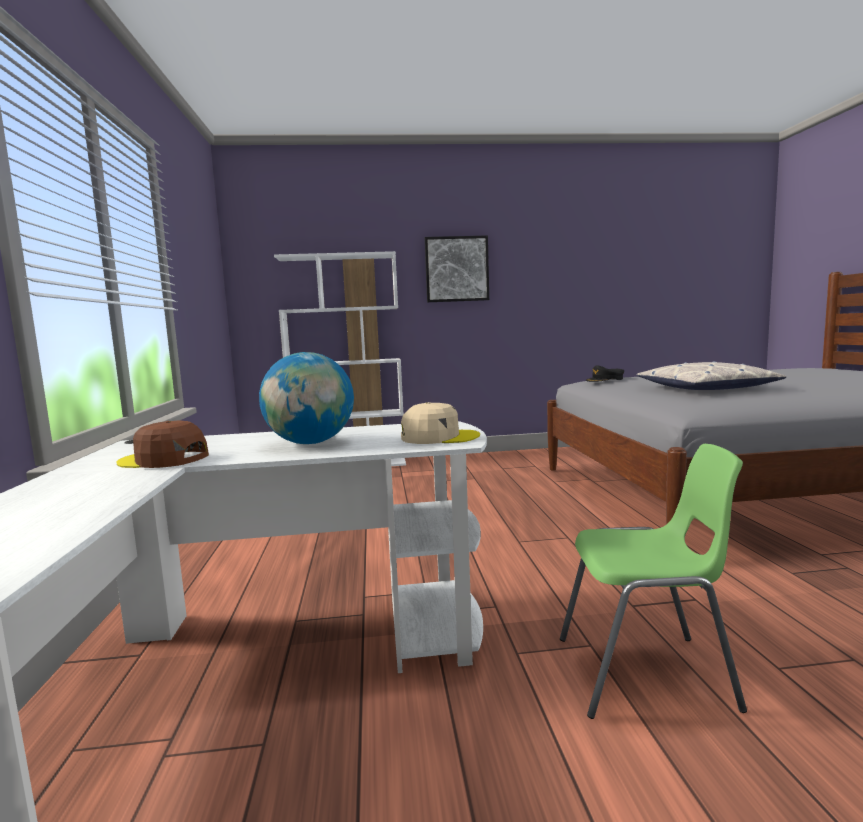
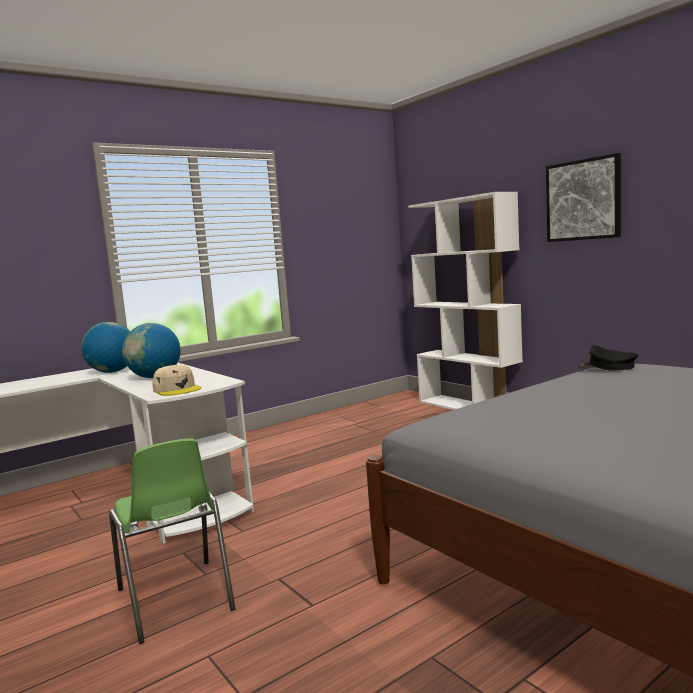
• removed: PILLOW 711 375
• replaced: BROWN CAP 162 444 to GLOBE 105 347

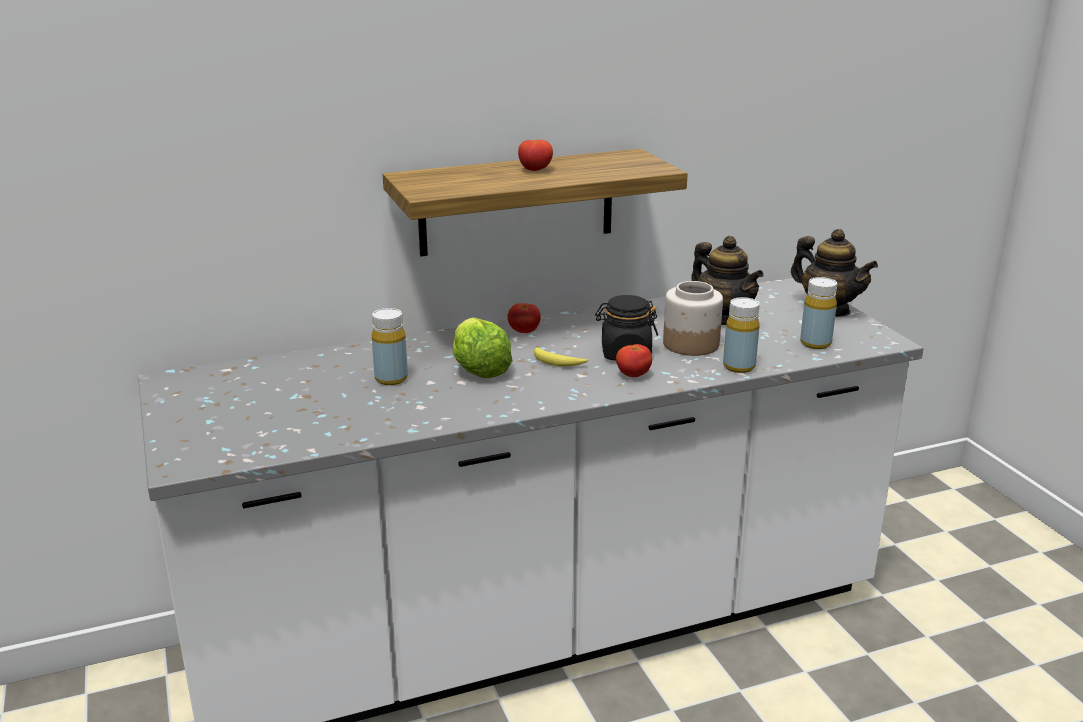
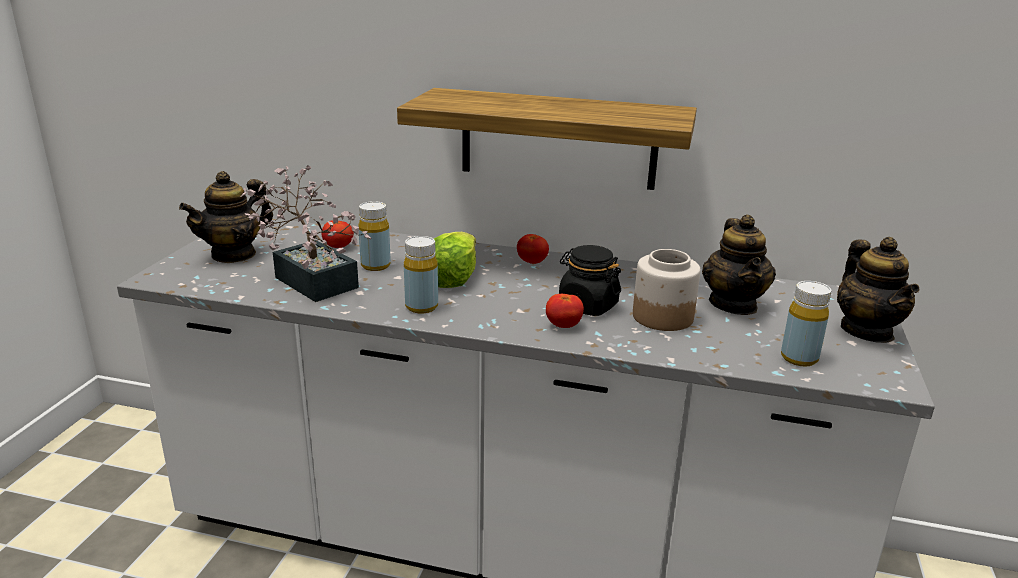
• moved: TOMATO 535 155 to 337 234
• moved: YELLOW BOTTLE 741 335 to 421 274
• removed: BANANA 561 356
• added: POTTED PLANT 306 233
• added: TEAPOT 226 217

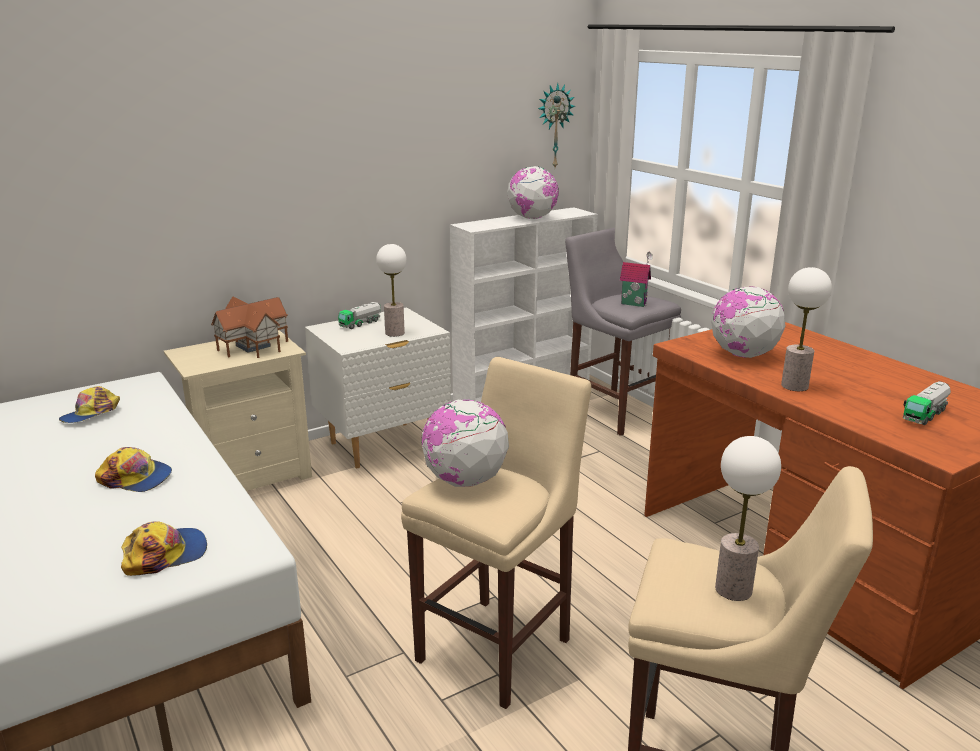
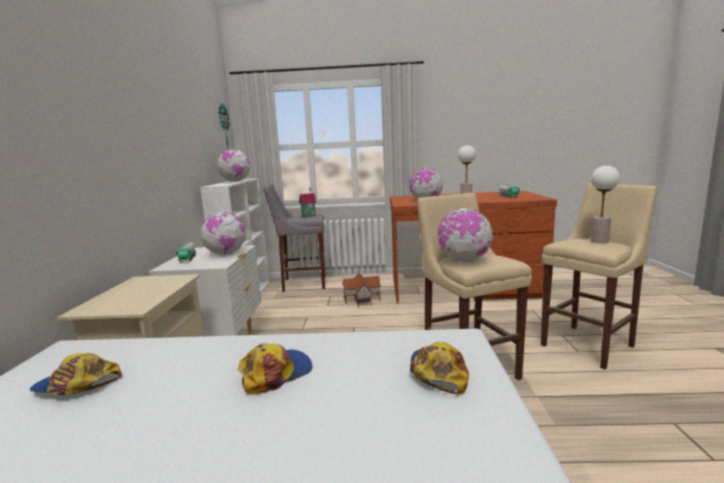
• replaced: TABLE LAMP 391 290 to GLOBE 223 233
• moved: TOY HOUSE 249 327 to 361 290
• turned: CAP 89 404 = 76 374 120 degrees clockwise

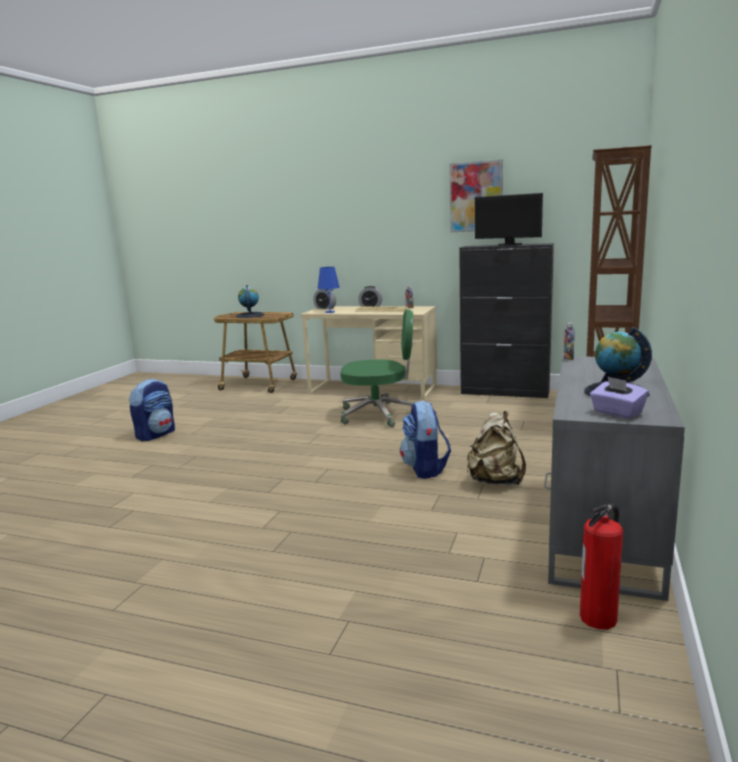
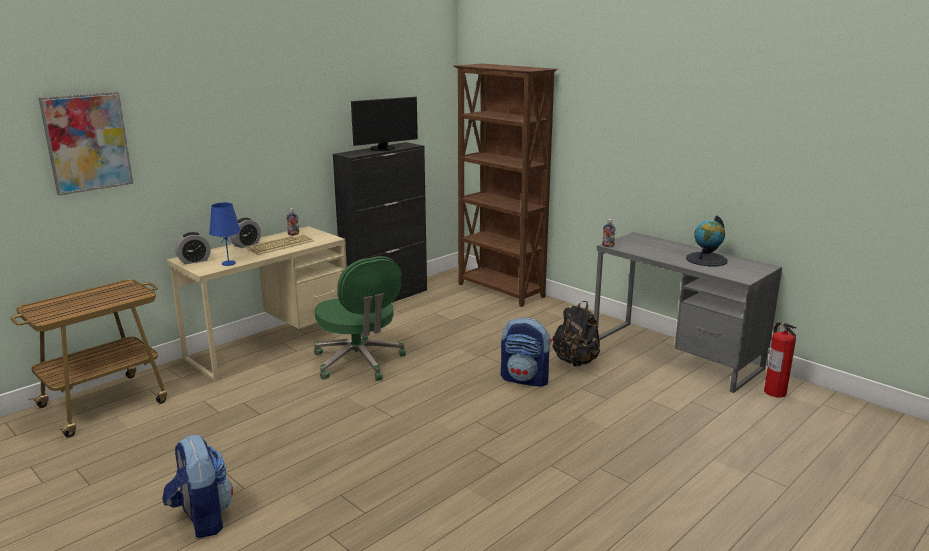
• moved: PICTURE 476 196 to 86 143
• removed: GLOBE 250 301
• turned: GREEN OFFICE CHAIR 378 368 = 360 318 120 degrees clockwise
• removed: PURPLE TISSUE BOX 619 397
• recoloured: BEIGE BACKPACK 496 448 to BLACK BACKPACK 576 334

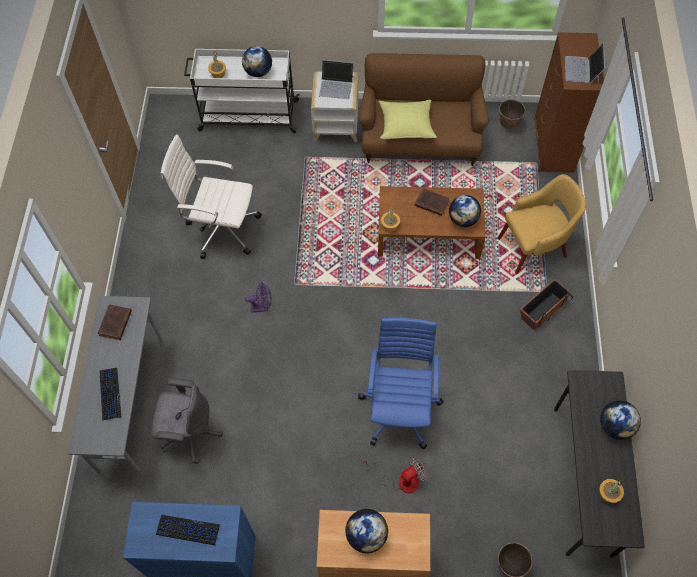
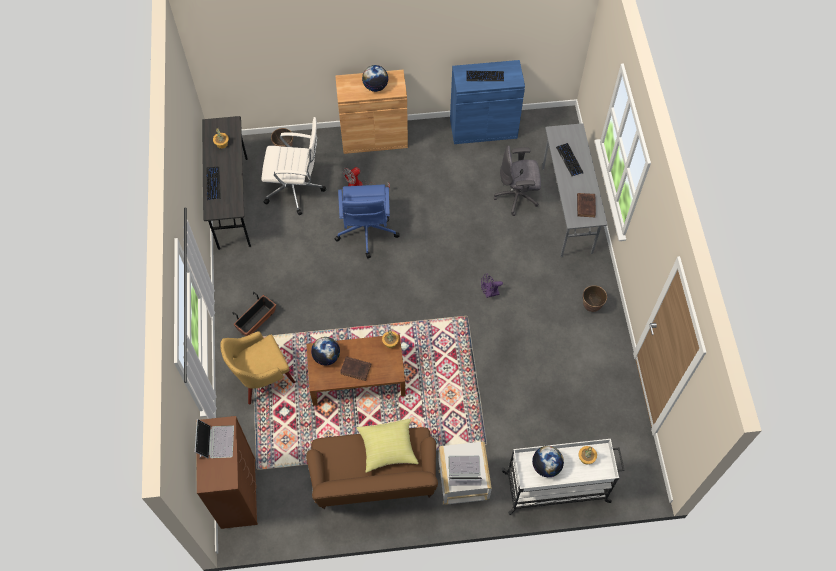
• moved: PLANTER 512 114 to 595 298
• moved: WHITE OFFICE CHAIR 211 197 to 293 166
• replaced: GLOBE 620 420 to KEYBOARD 213 183

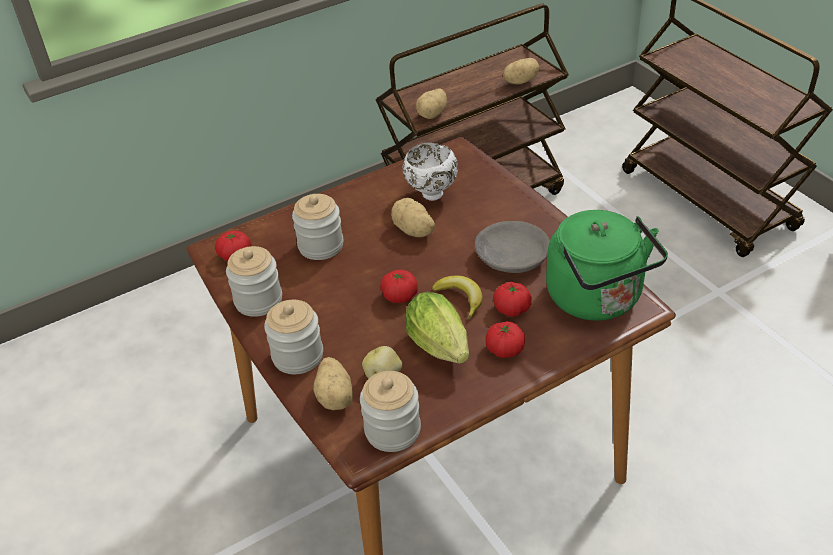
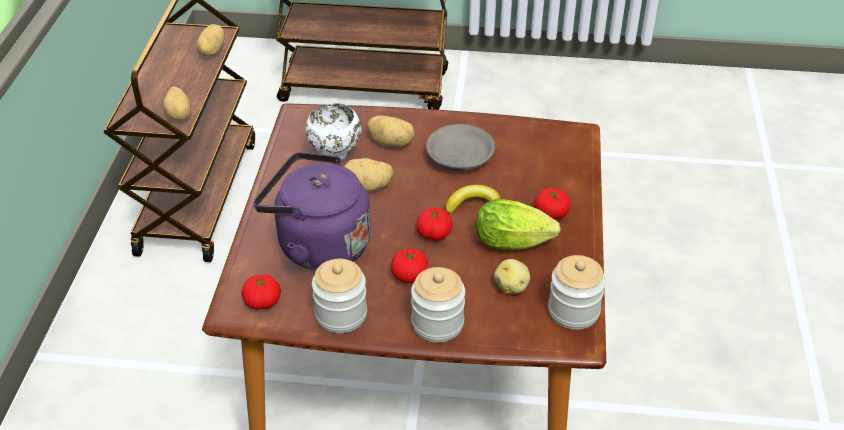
• replaced: JAR 317 227 to PURPLE KETTLE 312 211
• removed: GREEN KETTLE 607 265
• moved: TOMATO 512 299 to 409 266
• moved: POTATO 333 383 to 391 131

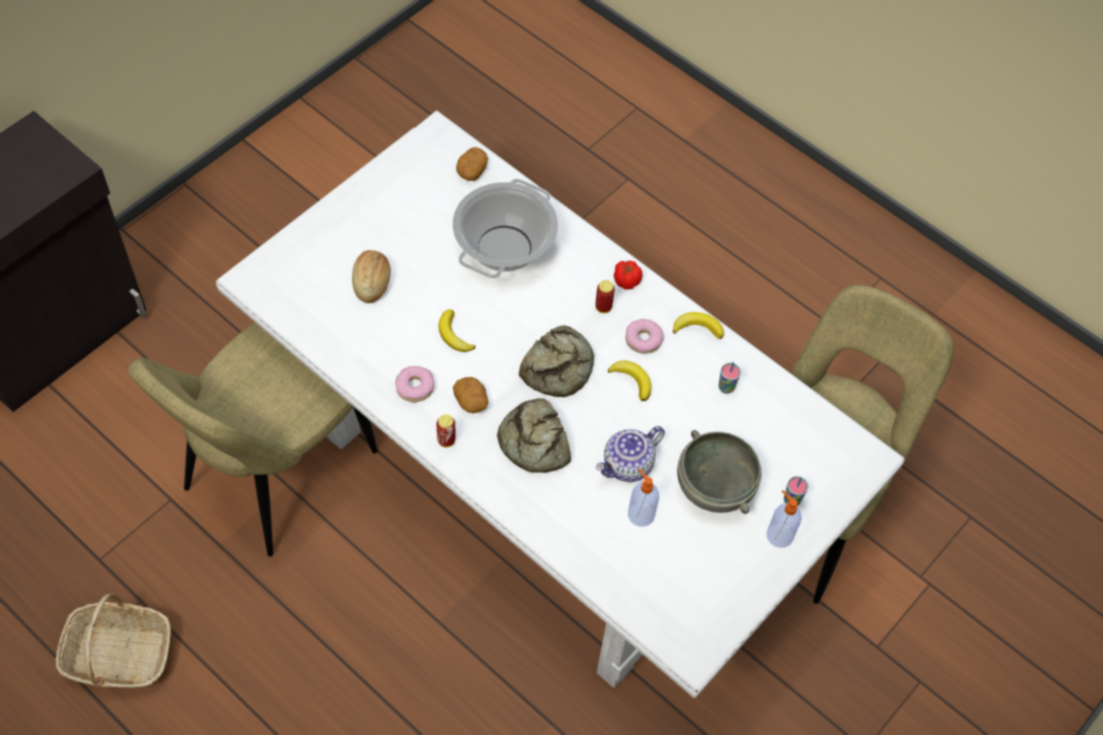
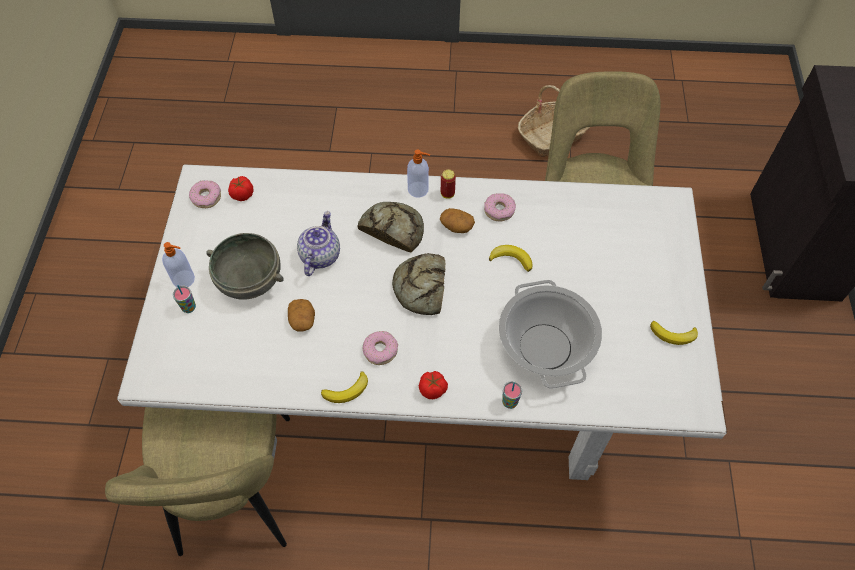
• moved: POTATO 472 164 to 301 315
• removed: BREAD 371 276
• removed: CAN 605 296
• moved: BANANA 629 380 to 674 333
• moved: CUP 729 378 to 512 395
• moved: SOAP DISPENSER 643 497 to 418 173
• added: TOMATO 240 188
• added: DONUT 205 194

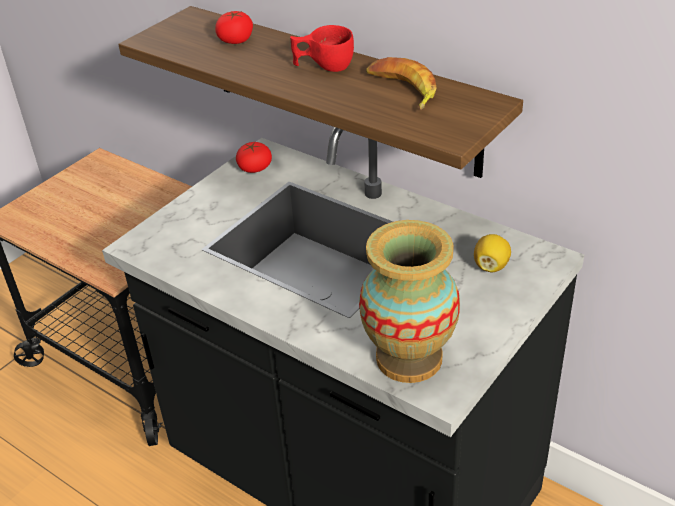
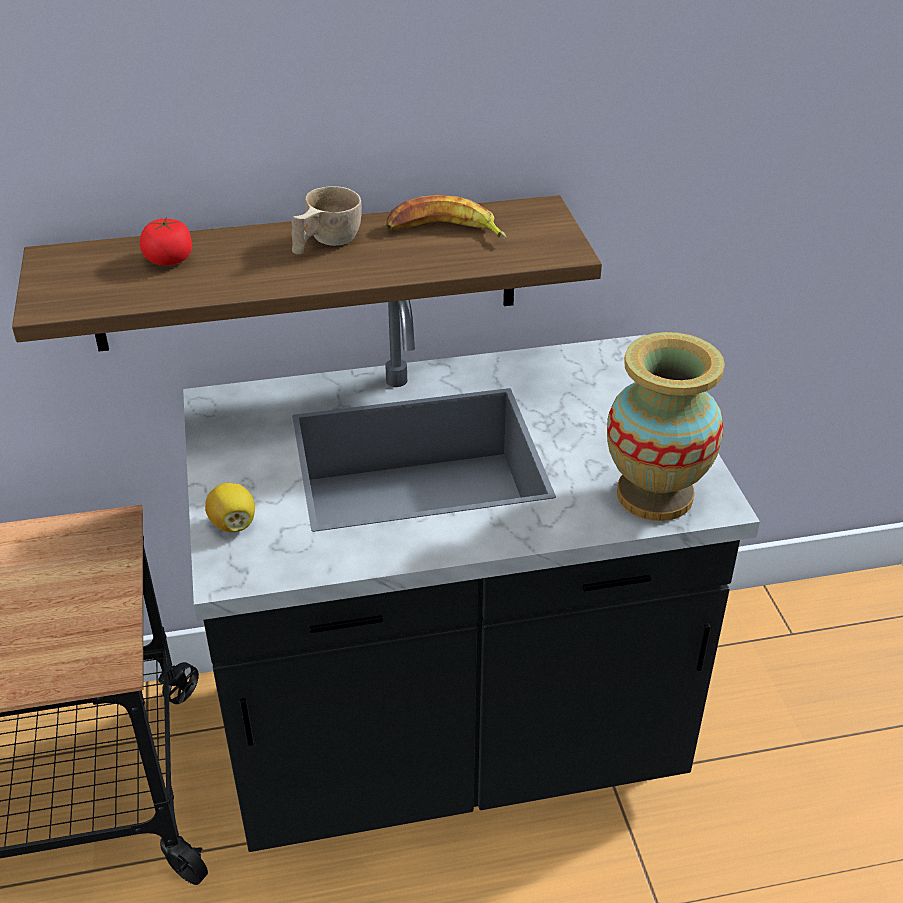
• recoloured: RED CUP 322 48 to BEIGE CUP 327 220
• removed: TOMATO 254 157
• moved: LEMON 492 253 to 230 507

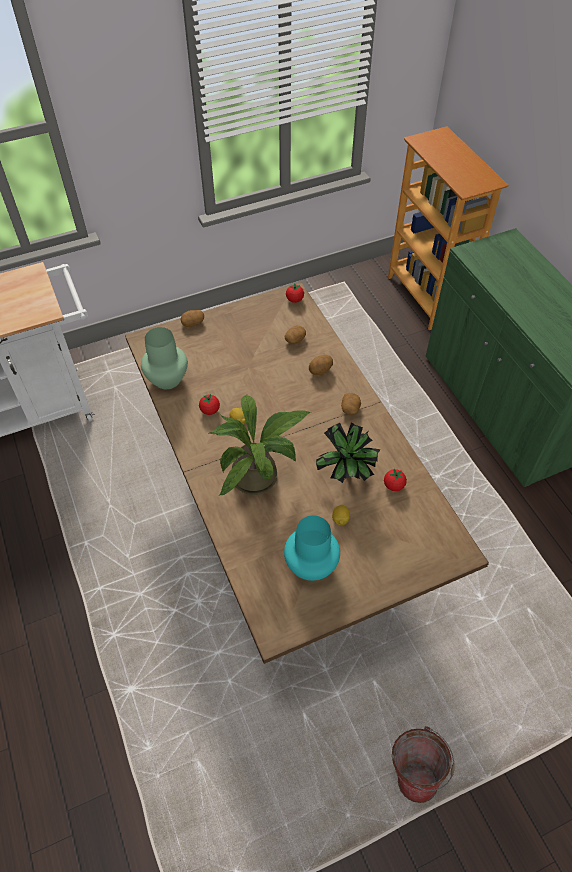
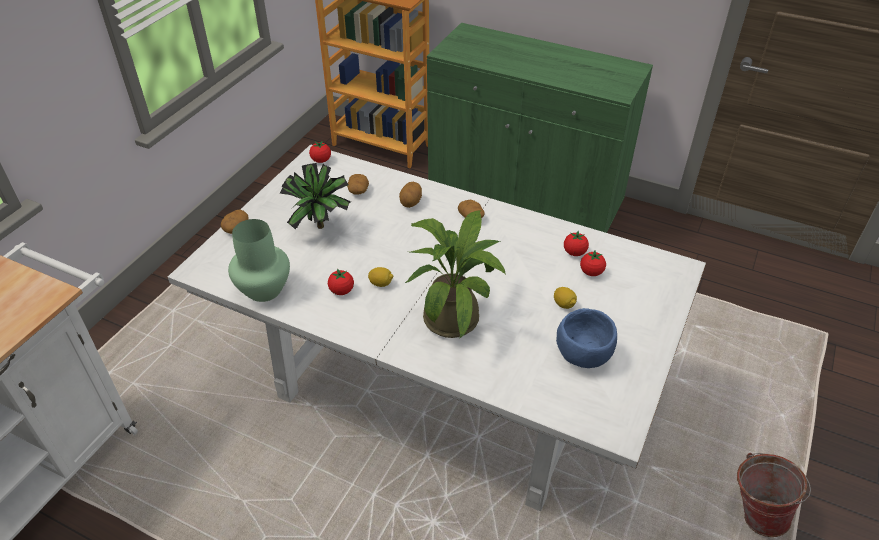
• recoloured: BROWN DINING TABLE 307 473 to WHITE DINING TABLE 437 327
• moved: POTTED PLANT 348 452 to 315 196
• replaced: TURQUOISE VASE 312 548 to BLUE BOWL 586 338
• added: TOMATO 593 263

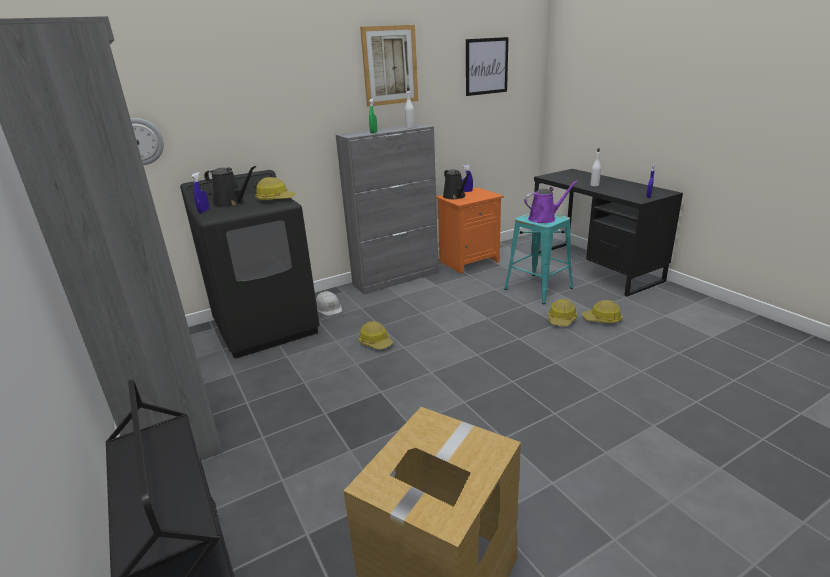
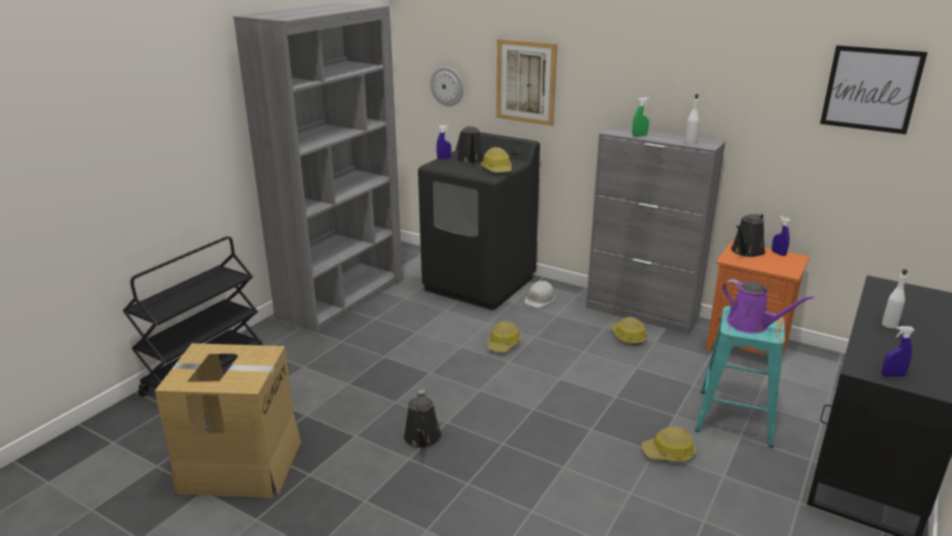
• moved: PICTURE 389 66 to 526 82
• moved: HARD HAT 603 311 to 628 331
• added: BLACK WATERING CAN 423 419

